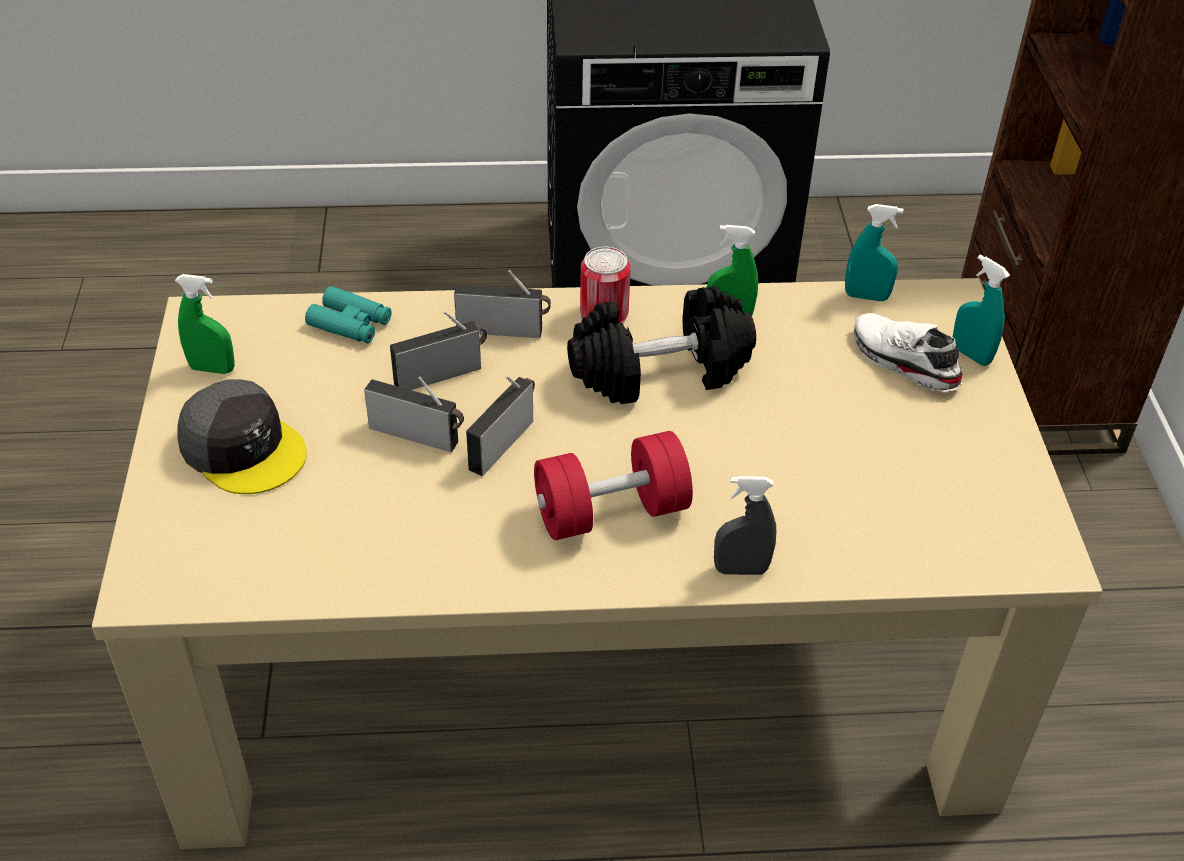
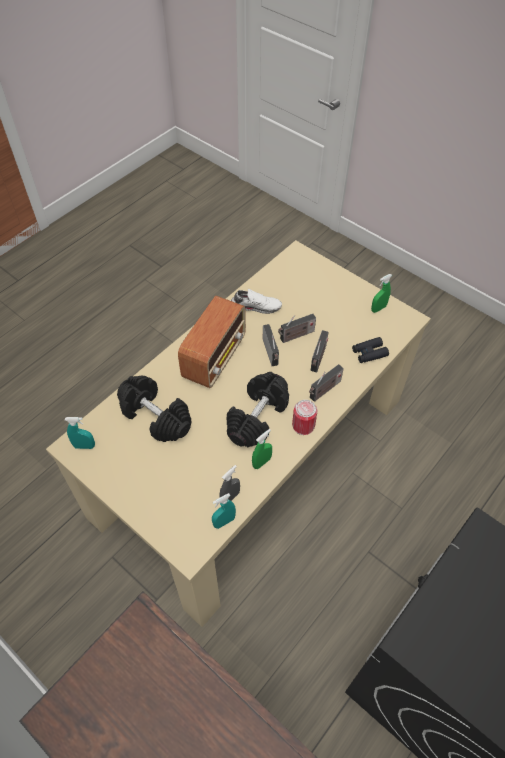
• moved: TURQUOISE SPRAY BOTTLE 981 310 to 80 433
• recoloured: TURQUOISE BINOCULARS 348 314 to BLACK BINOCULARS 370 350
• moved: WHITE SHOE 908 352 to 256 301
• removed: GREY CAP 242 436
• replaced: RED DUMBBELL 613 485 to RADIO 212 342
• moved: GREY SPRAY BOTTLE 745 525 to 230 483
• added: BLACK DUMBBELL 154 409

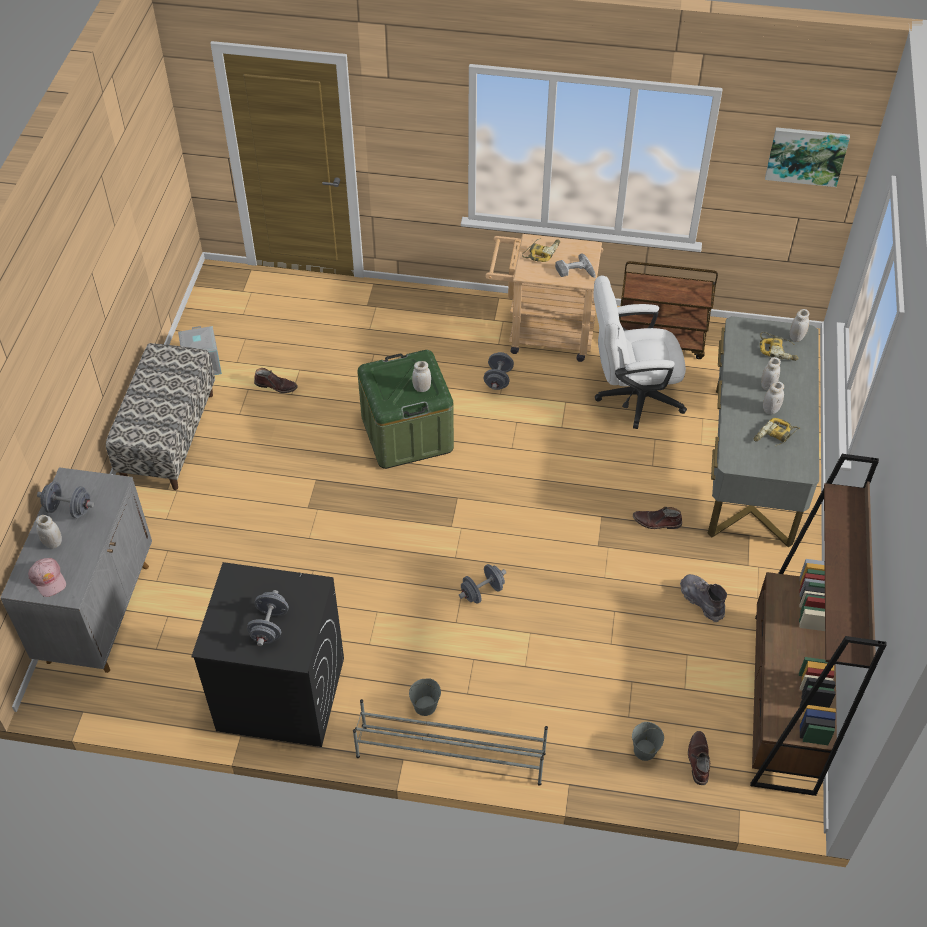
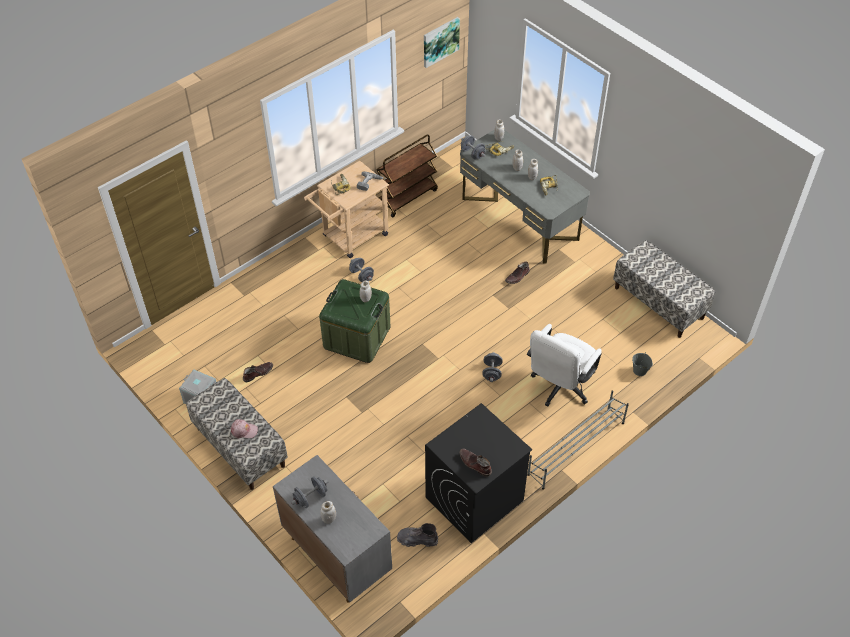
• moved: WHITE OFFICE CHAIR 640 352 to 564 365
• replaced: BROWN BOOKCASE 818 625 to BENCH 664 289
• moved: PINK CAP 47 577 to 244 428
• moved: GREY BOOT 703 598 to 417 535
• moved: GREY DUMBBELL 268 618 to 473 147
• removed: GREY BUCKET 425 697
• moved: BROWN BOOT 699 758 to 475 463

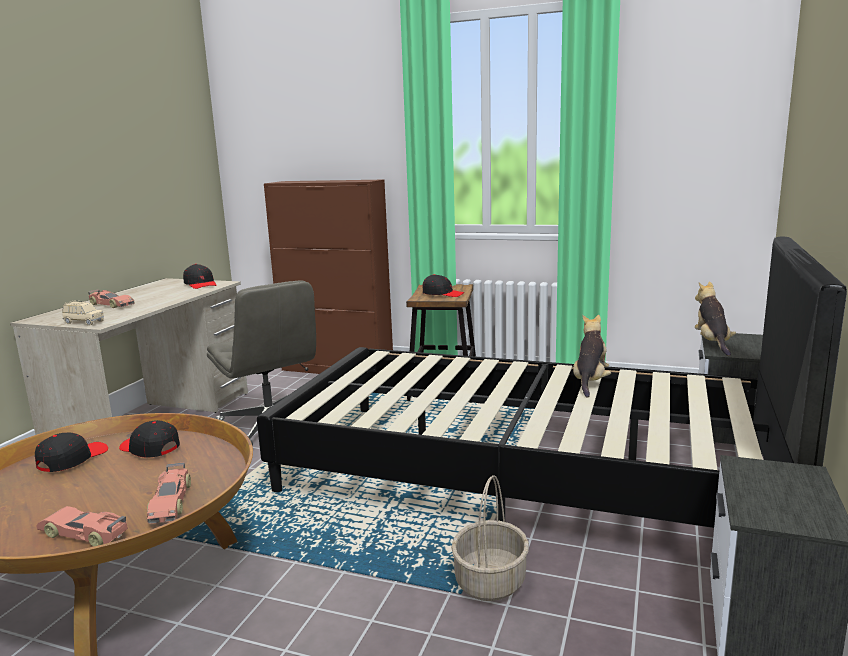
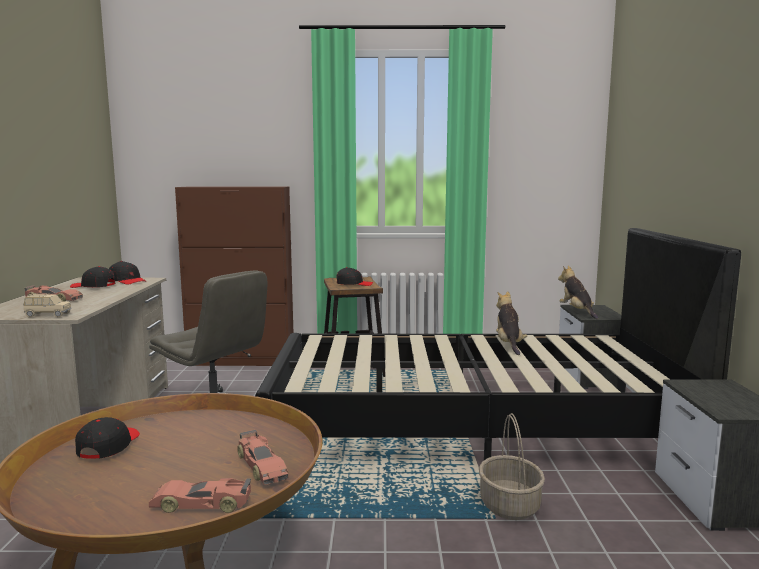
• moved: BLACK CAP 149 439 to 92 277

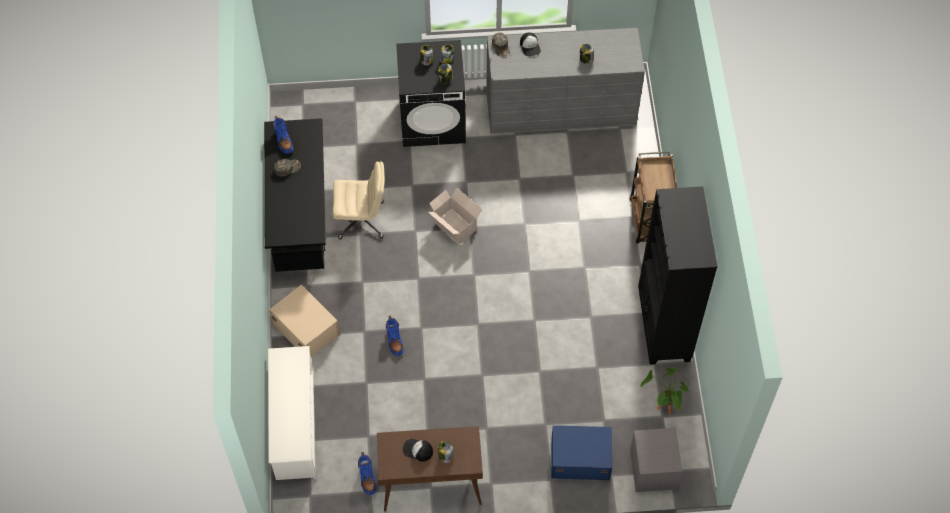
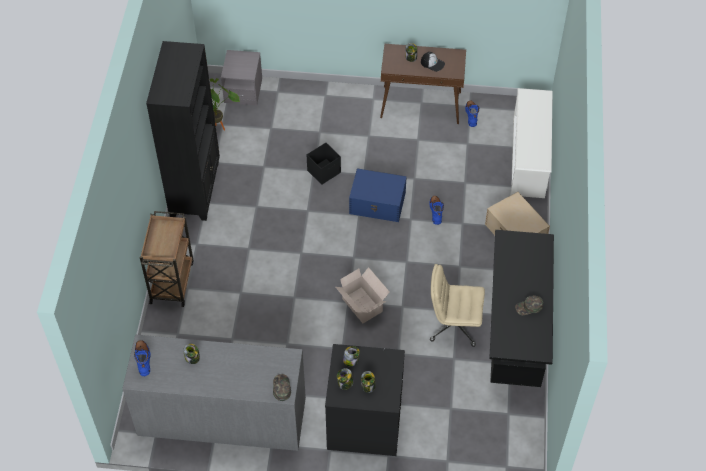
• removed: CAP 530 44
• moved: BLUE BOOT 283 135 to 142 358
• moved: BLUE STORAGE BOX 581 452 to 378 195
• added: BLACK STORAGE BOX 324 164

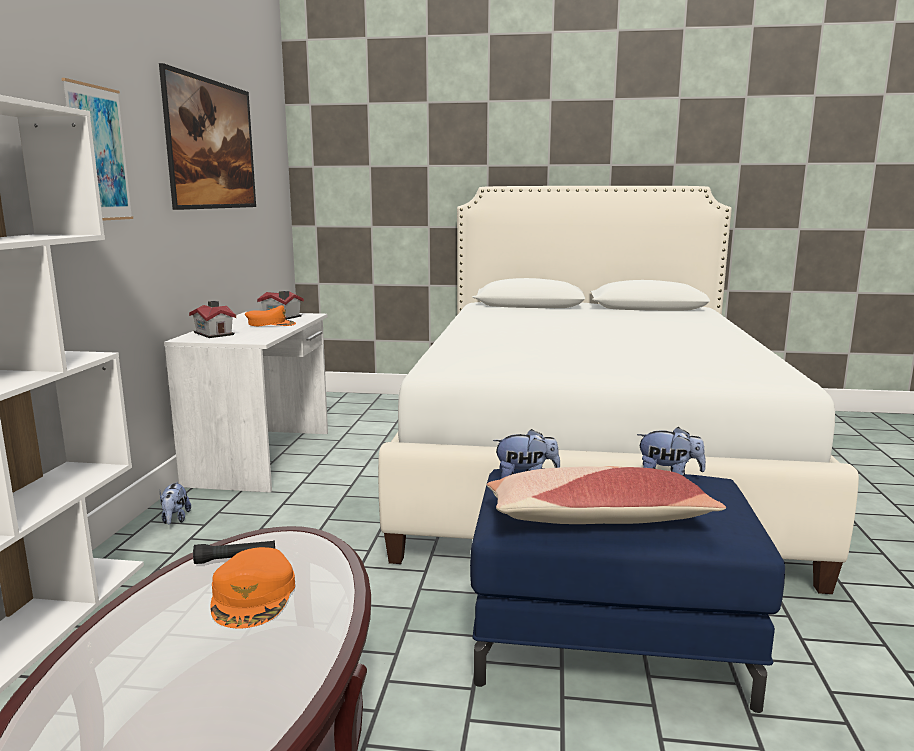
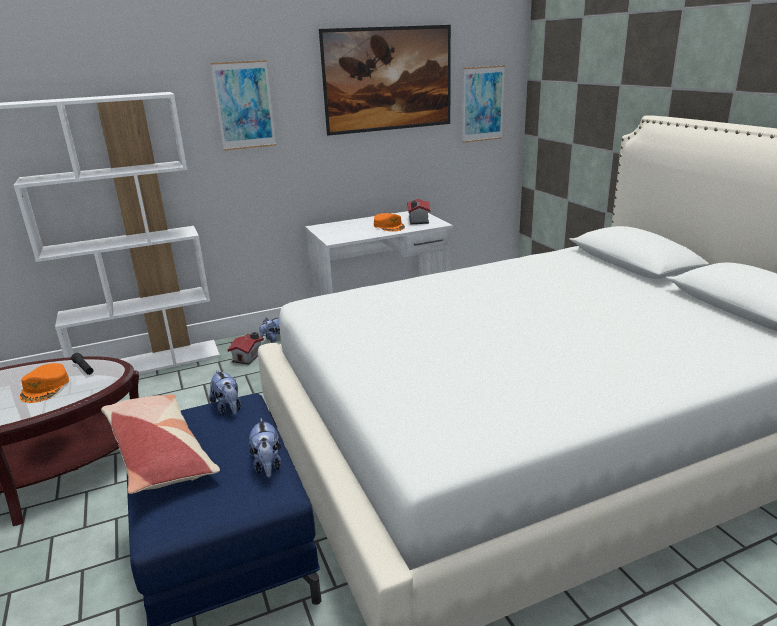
• moved: TOY HOUSE 212 319 to 246 348
• turned: ORANGE CAP 252 588 = 44 383 60 degrees counterclockwise
• added: PICTURE 484 104

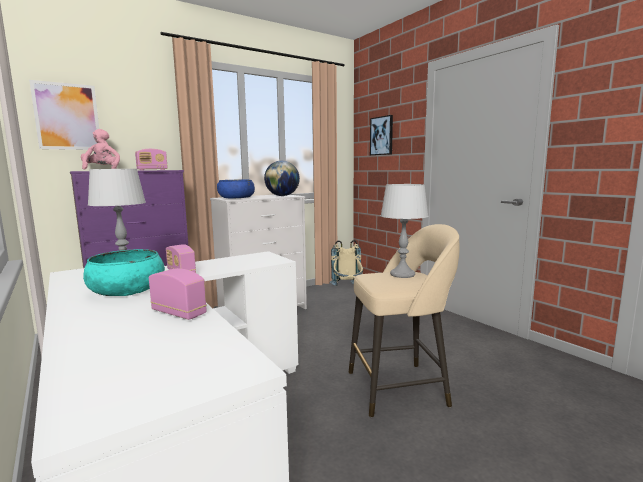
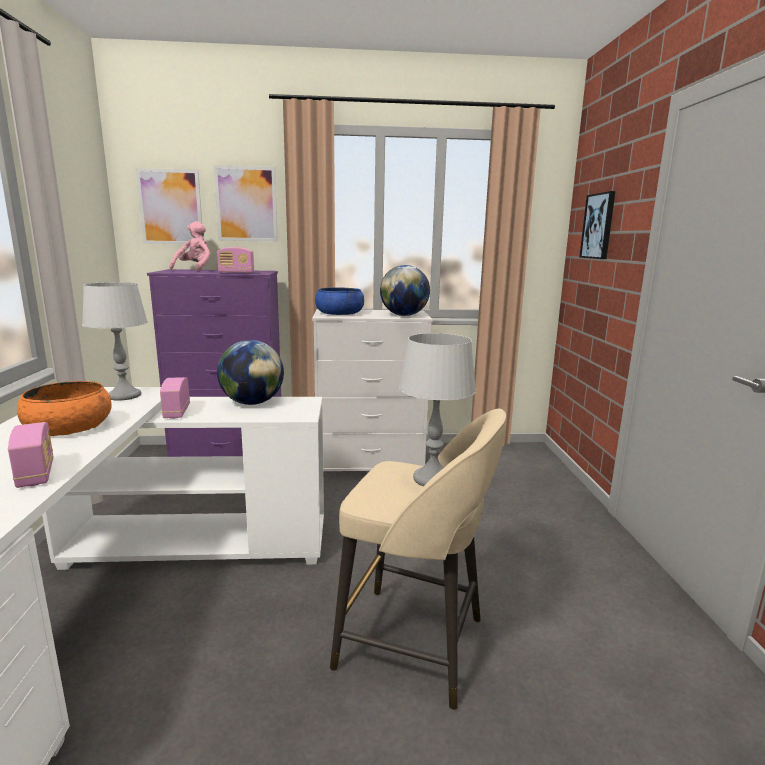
• removed: BEIGE BACKPACK 346 263
• recoloured: TURQUOISE BOWL 124 272 to ORANGE BOWL 64 408
• added: PICTURE 246 203
• added: GLOBE 250 372

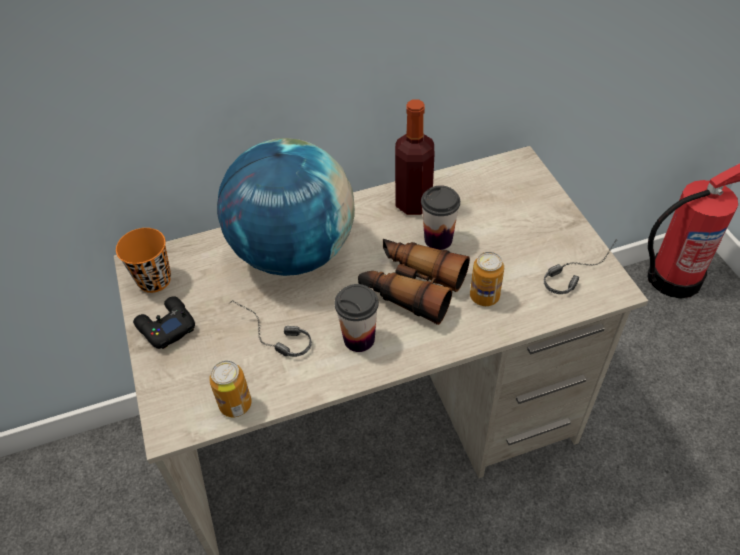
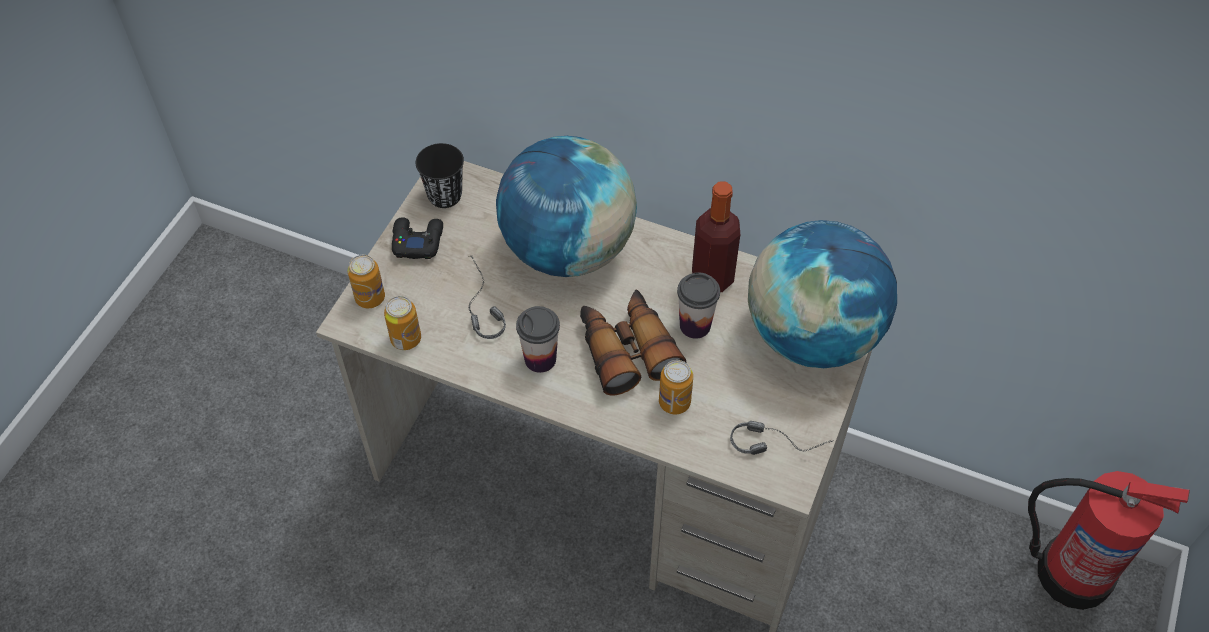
• recoloured: ORANGE CUP 143 260 to BLACK CUP 440 175
• added: GLOBE 822 294
• added: CAN 366 281

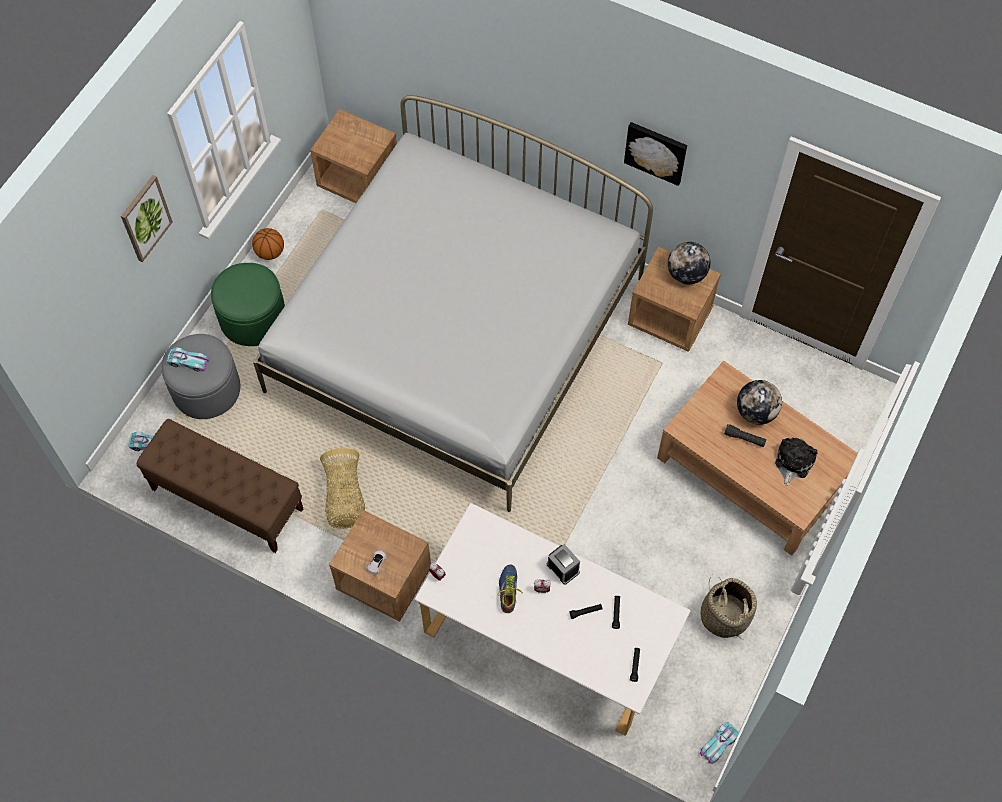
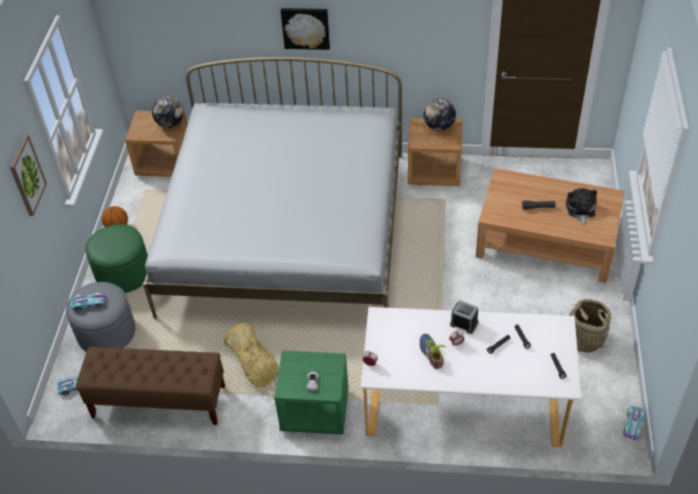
• moved: PICTURE 655 154 to 305 29
• moved: GLOBE 759 402 to 168 112
• recoloured: BROWN NIGHTSTAND 380 566 to GREEN NIGHTSTAND 311 392

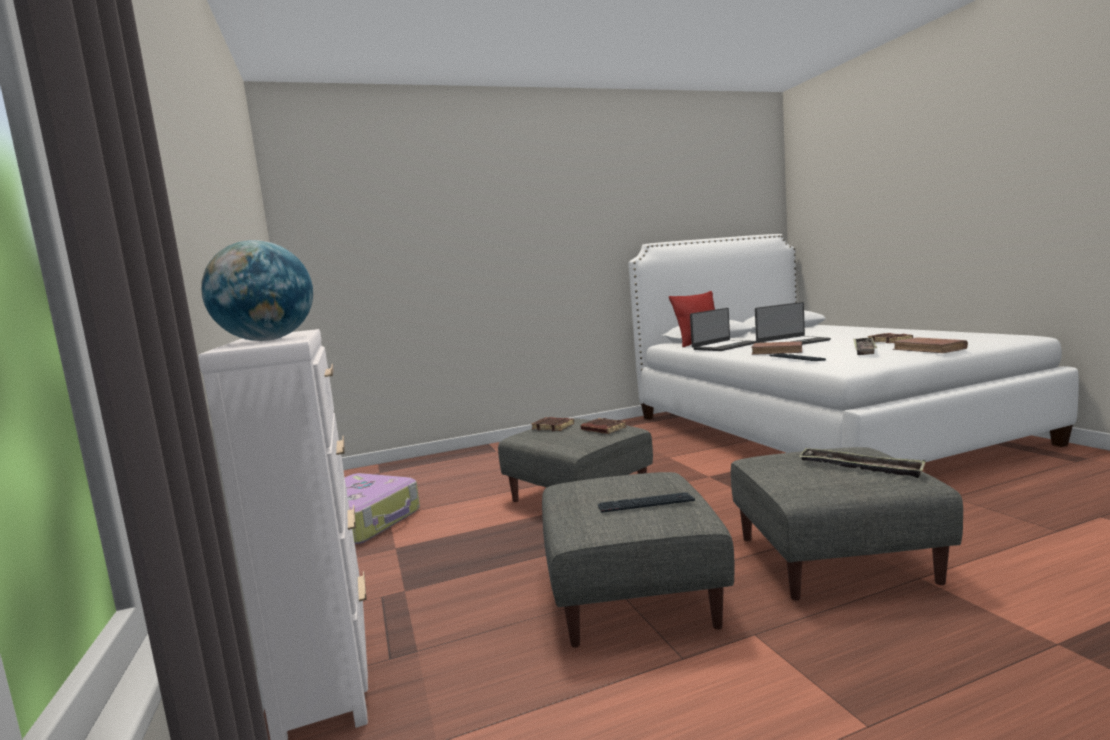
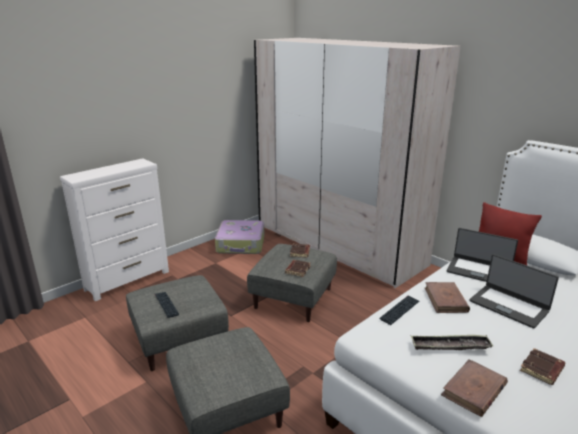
• removed: GLOBE 257 290
• removed: TRAY 862 463
• added: BEIGE WARDROBE 357 163

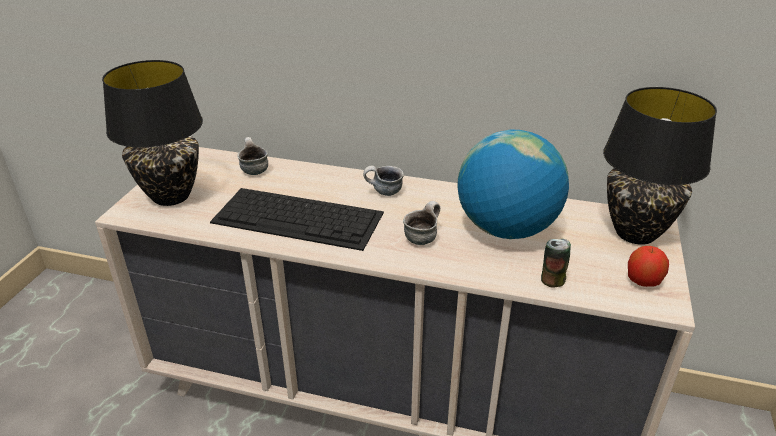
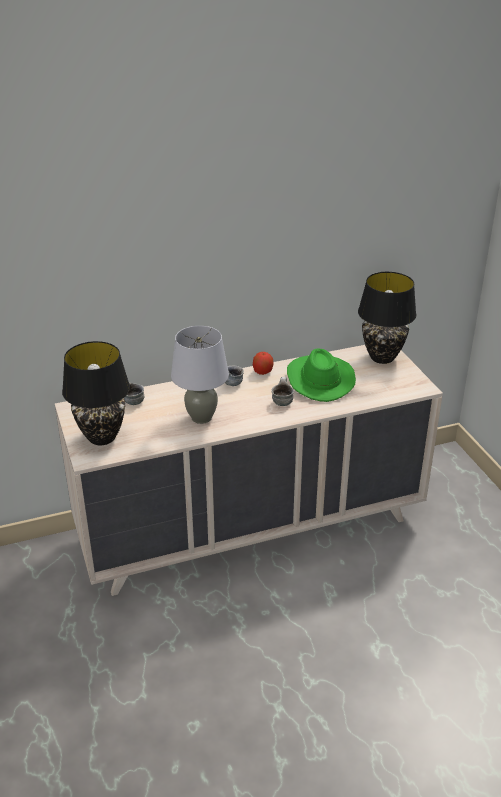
• replaced: GLOBE 513 184 to GREEN HAT 321 375
• replaced: KEYBOARD 297 219 to GREY TABLE LAMP 200 375
• removed: CAN 556 263
• moved: APPLE 648 266 to 263 363

